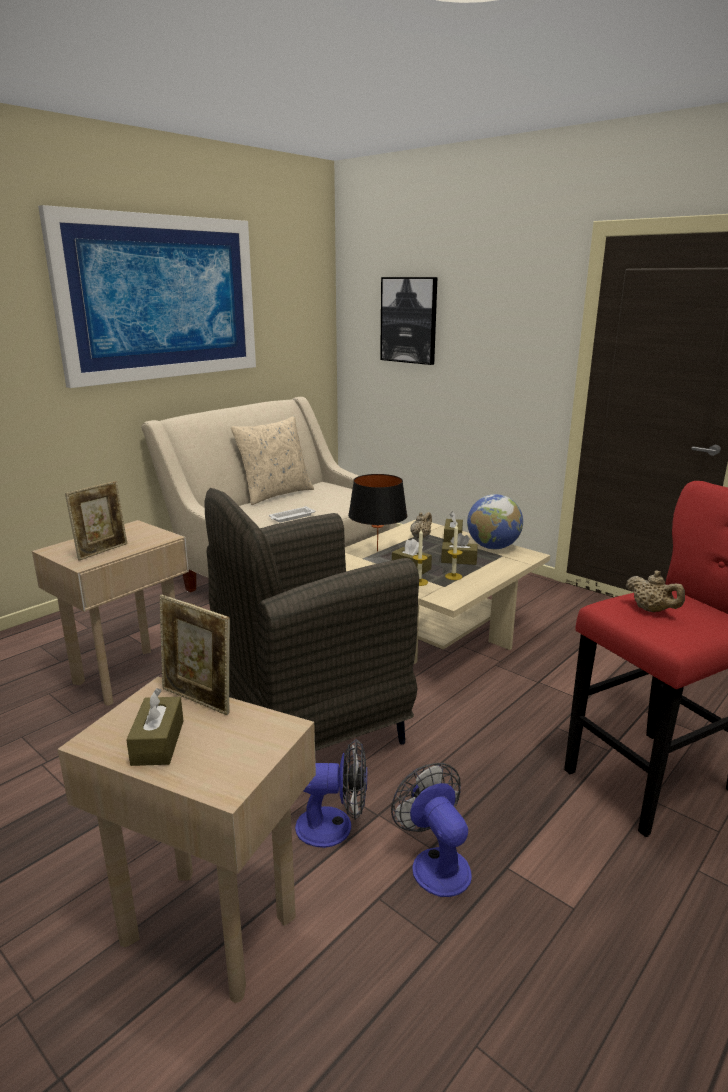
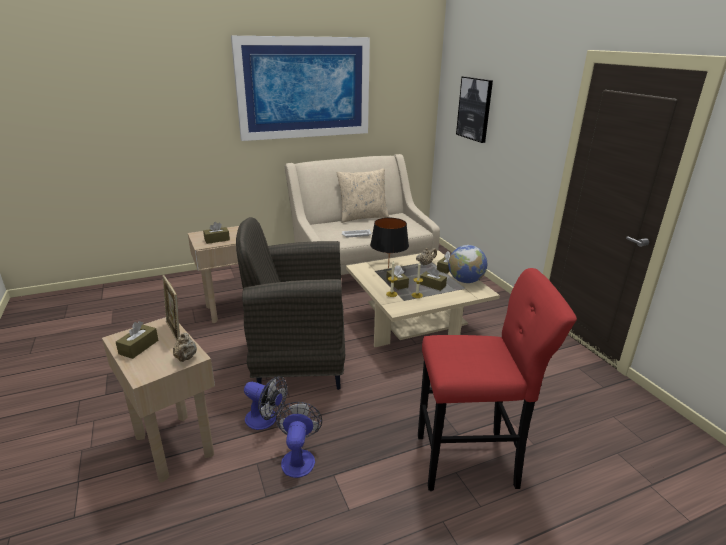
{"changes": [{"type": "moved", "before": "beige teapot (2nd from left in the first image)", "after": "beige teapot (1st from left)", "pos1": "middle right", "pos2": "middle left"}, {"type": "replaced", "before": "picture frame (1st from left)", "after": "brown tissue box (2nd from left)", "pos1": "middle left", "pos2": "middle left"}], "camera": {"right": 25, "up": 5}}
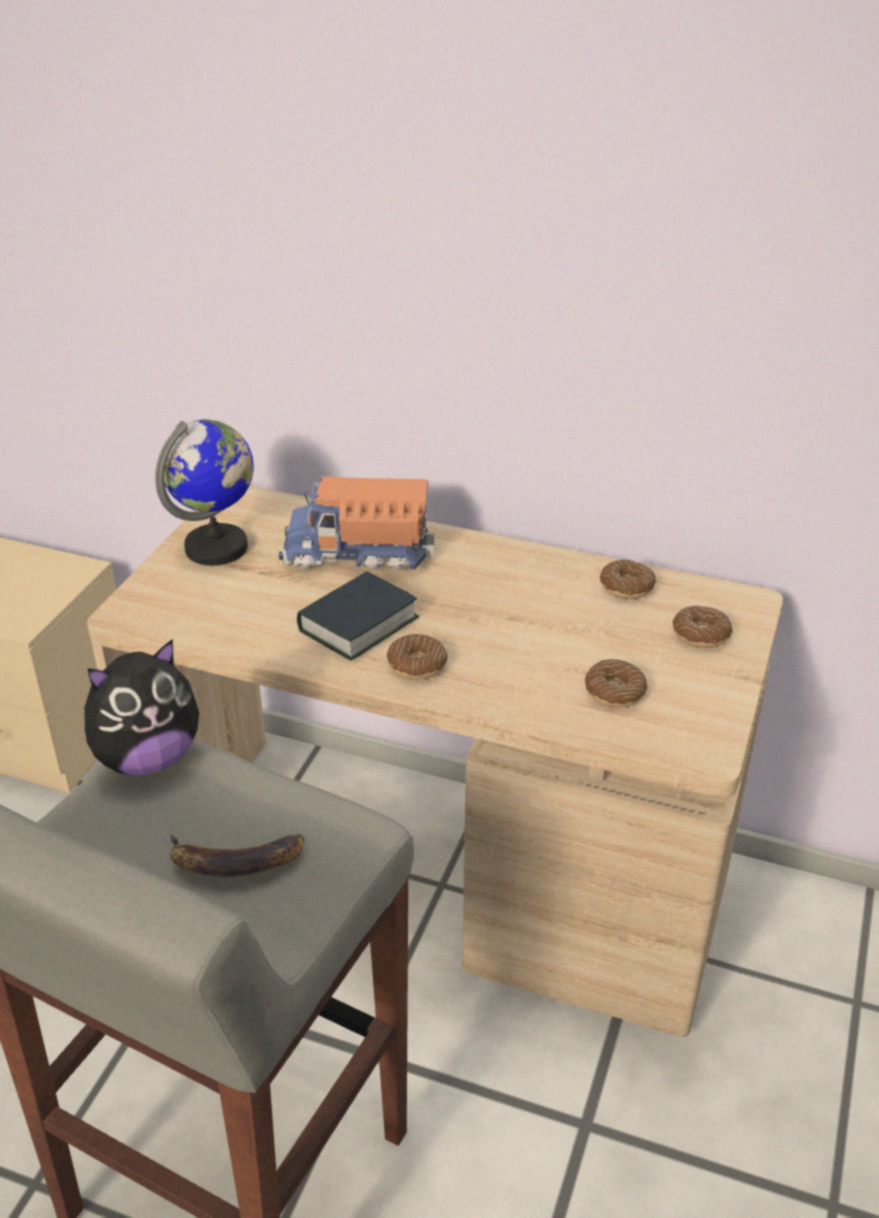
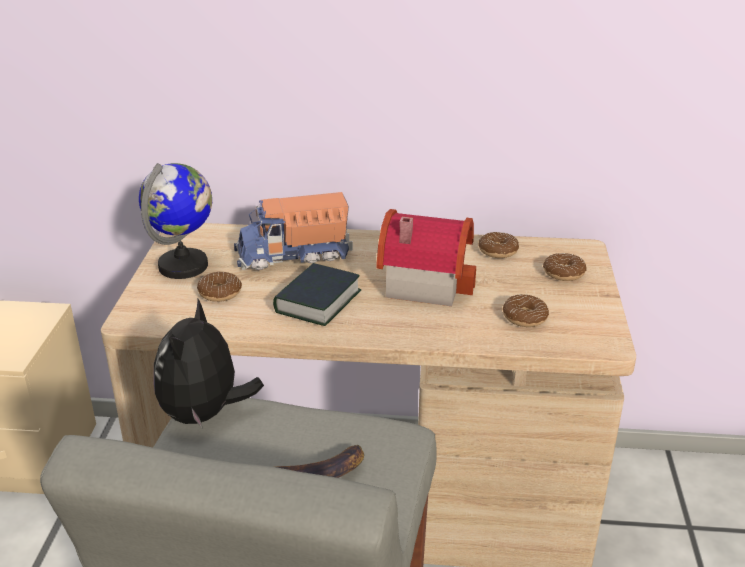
{"changes": [{"type": "added", "after": "toy house", "pos2": "centre"}, {"type": "moved", "before": "donut (1st from left)", "pos1": "centre", "pos2": "middle left"}, {"type": "turned", "before": "plush toy", "pos1": "middle left", "pos2": "middle left", "turn": 150}], "camera": {"right": -15, "up": -5}}
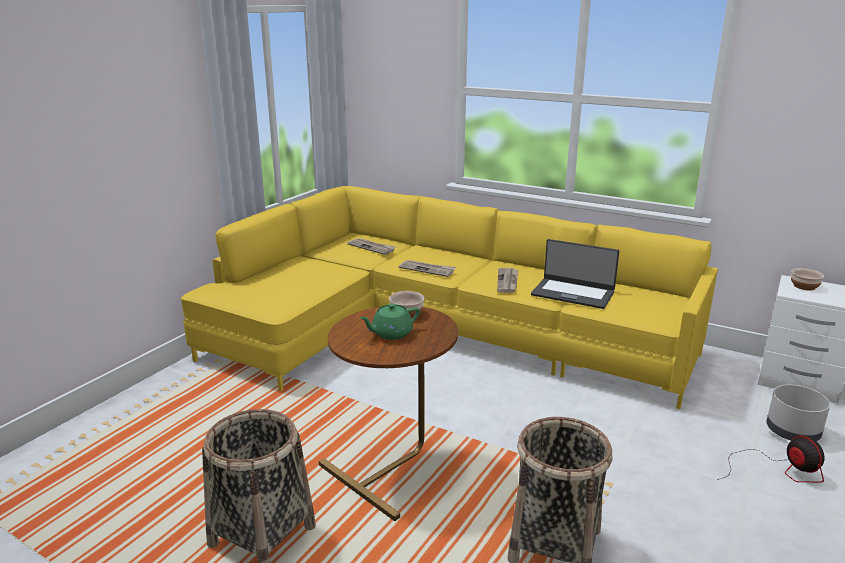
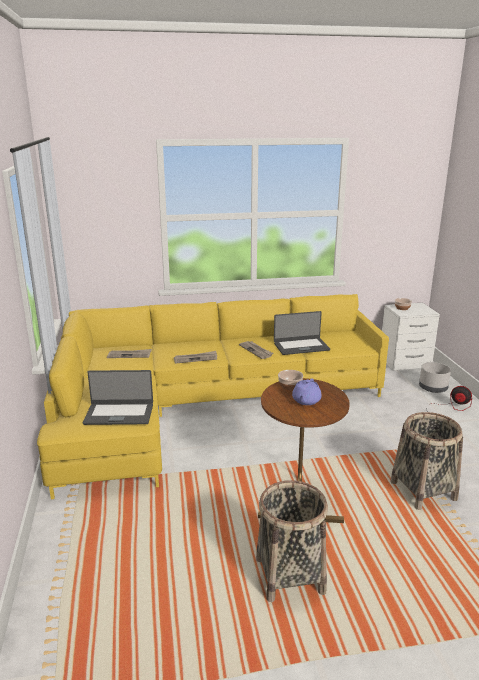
{"changes": [{"type": "added", "after": "laptop (1st from left)", "pos2": "middle left"}, {"type": "recoloured", "before": "green teapot", "after": "purple teapot", "pos1": "centre", "pos2": "centre"}], "camera": {"right": -40, "up": 0}}
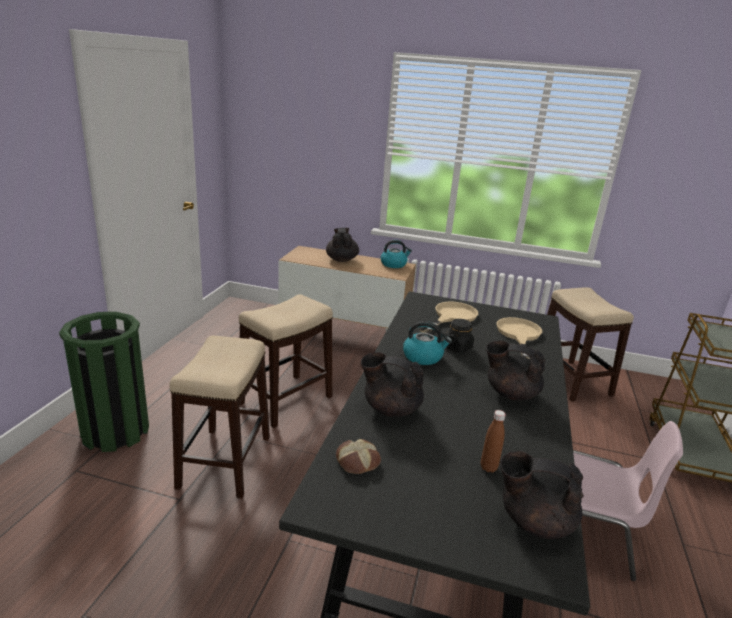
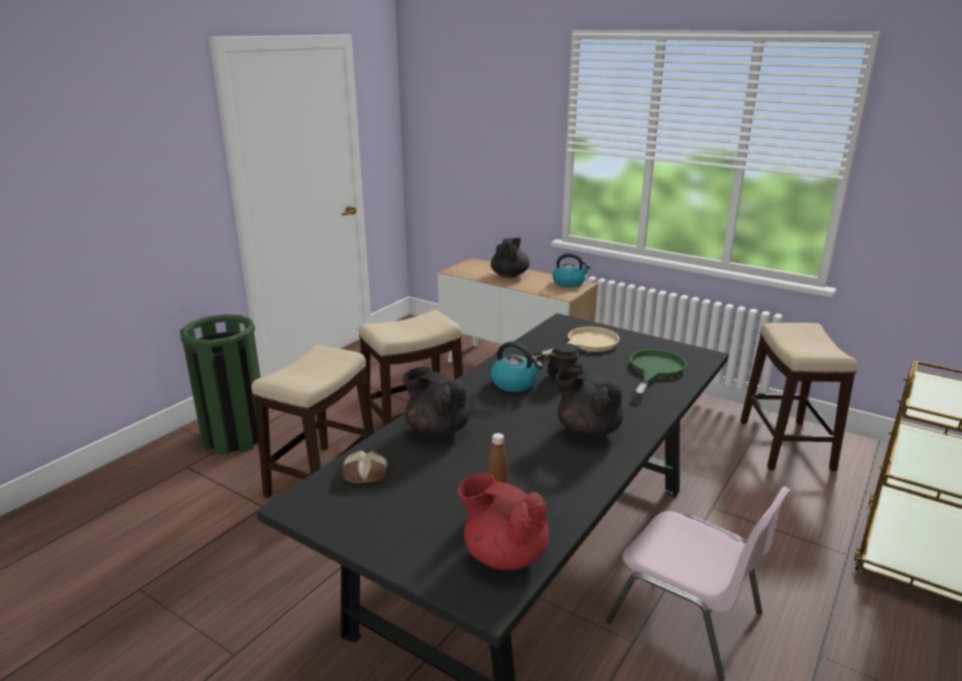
{"changes": [{"type": "recoloured", "before": "beige frying pan (2nd from left)", "after": "green frying pan", "pos1": "middle right", "pos2": "middle right"}, {"type": "recoloured", "before": "black teapot (4th from left)", "after": "red teapot", "pos1": "bottom right", "pos2": "bottom centre"}], "camera": {"right": 20, "up": 0}}
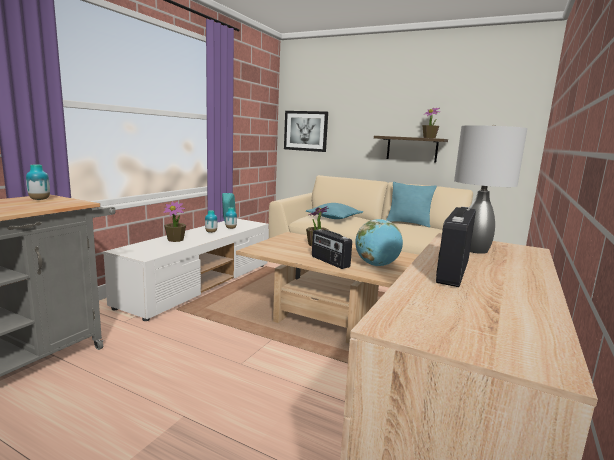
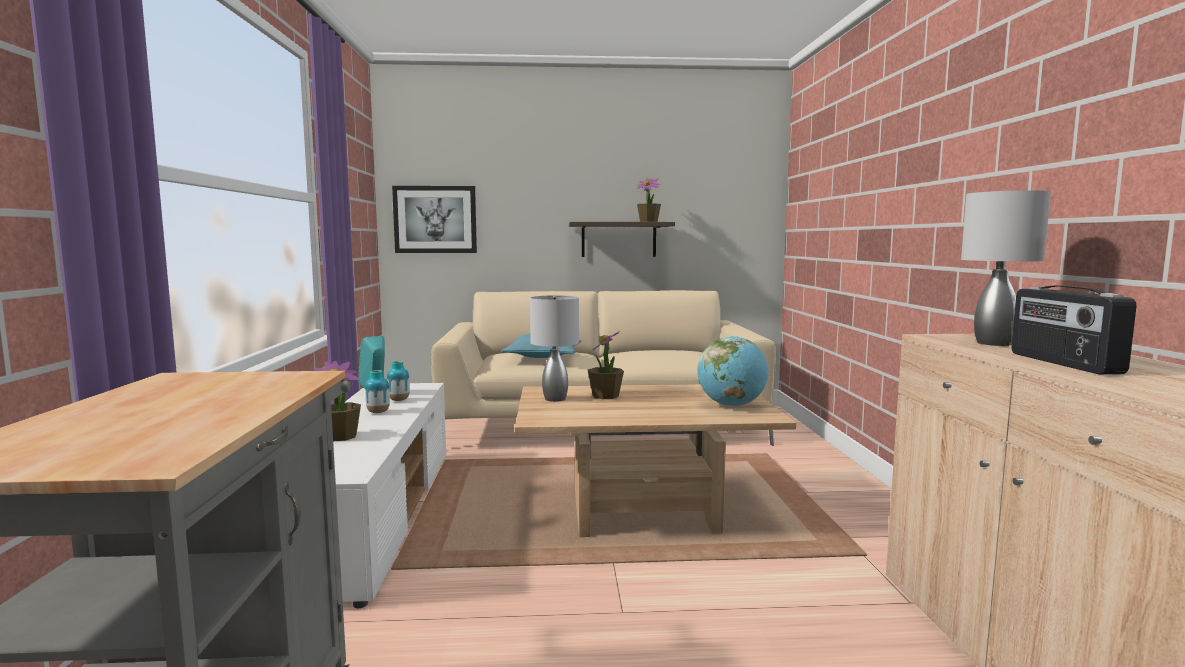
{"changes": [{"type": "removed", "before": "vase (1st from left)", "pos1": "middle left"}, {"type": "removed", "before": "radio (1st from left)", "pos1": "centre"}, {"type": "removed", "before": "turquoise pillow (2nd from left)", "pos1": "middle right"}, {"type": "added", "after": "grey table lamp (1st from left)", "pos2": "centre"}], "camera": {"right": -30, "up": -5}}
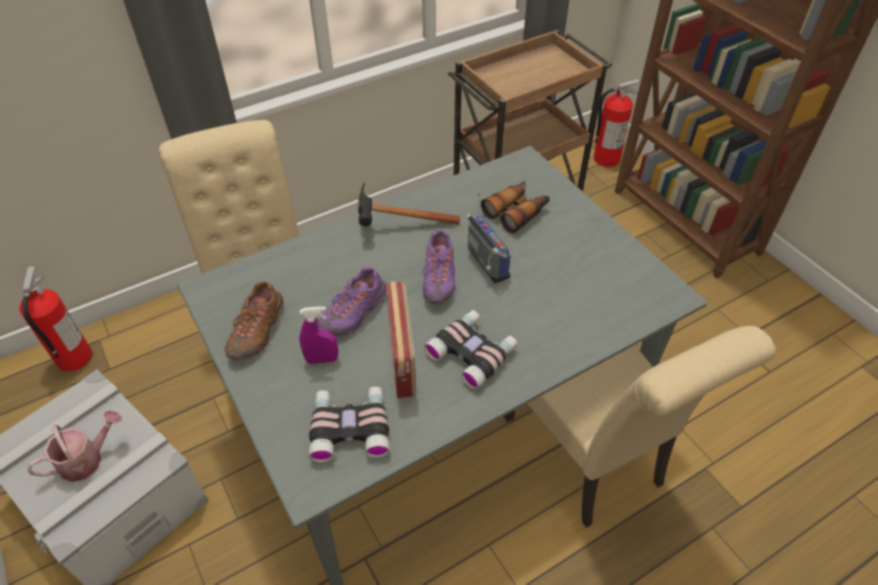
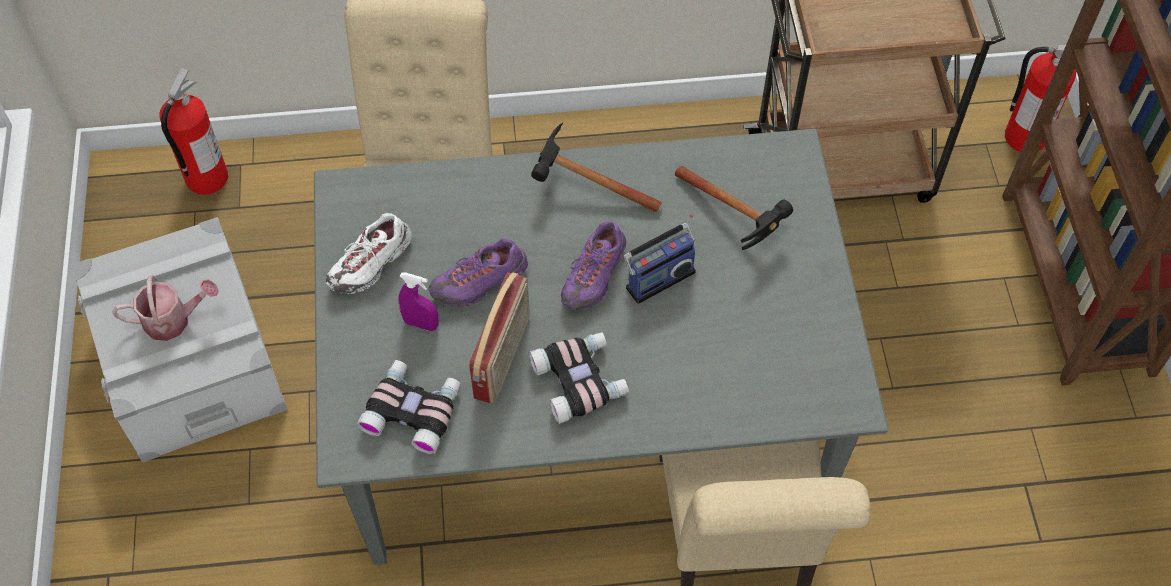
{"changes": [{"type": "replaced", "before": "binoculars (3rd from left)", "after": "hammer (2nd from left)", "pos1": "centre", "pos2": "centre"}, {"type": "recoloured", "before": "brown shoe", "after": "white shoe", "pos1": "middle left", "pos2": "middle left"}, {"type": "turned", "before": "radio (2nd from left)", "pos1": "centre", "pos2": "centre", "turn": 60}], "camera": {"right": 25, "up": 10}}
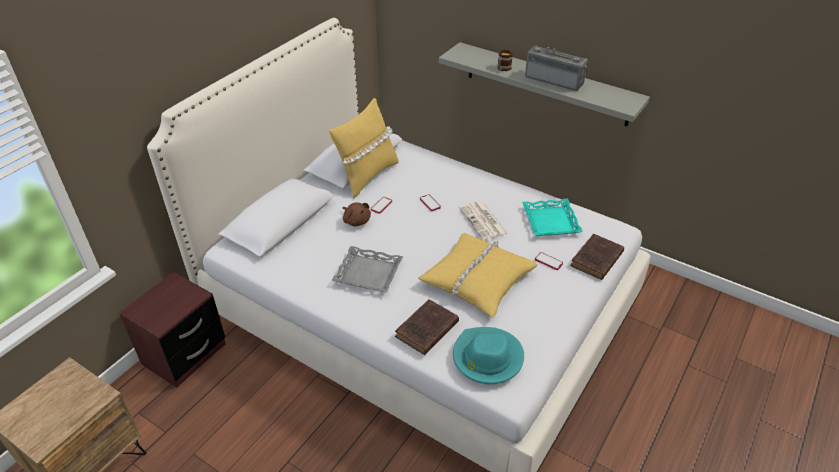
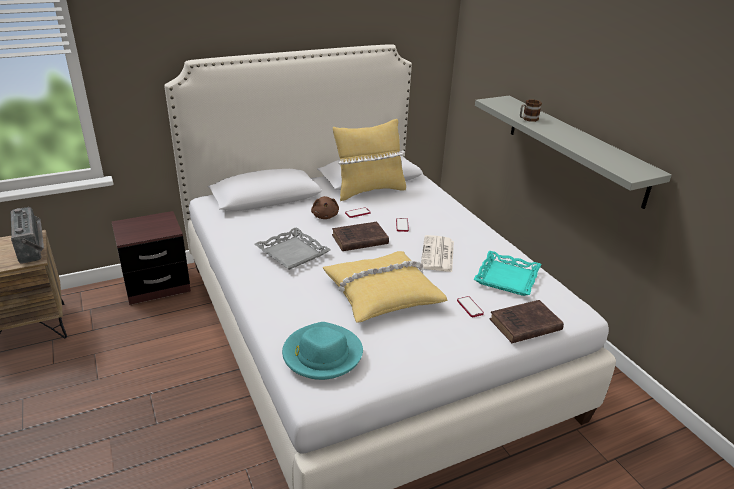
{"changes": [{"type": "moved", "before": "brown book (1st from left)", "pos1": "bottom centre", "pos2": "centre"}, {"type": "moved", "before": "radio", "pos1": "top centre", "pos2": "middle left"}], "camera": {"right": 30, "up": -10}}
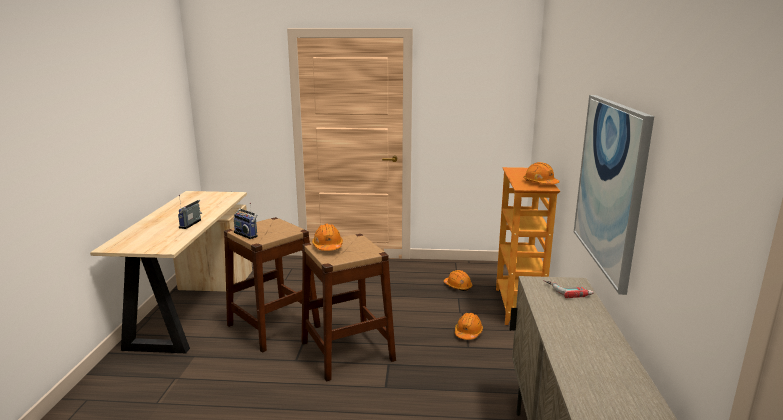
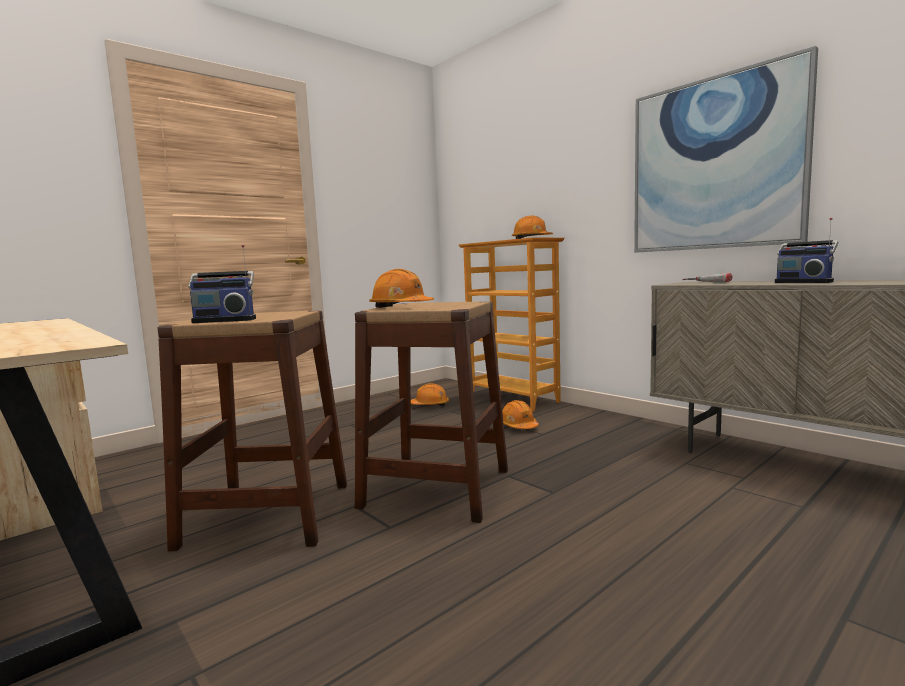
{"changes": [{"type": "moved", "before": "radio (1st from left in the first image)", "after": "radio (2nd from left)", "pos1": "middle left", "pos2": "middle right"}], "camera": {"right": -45, "up": -10}}
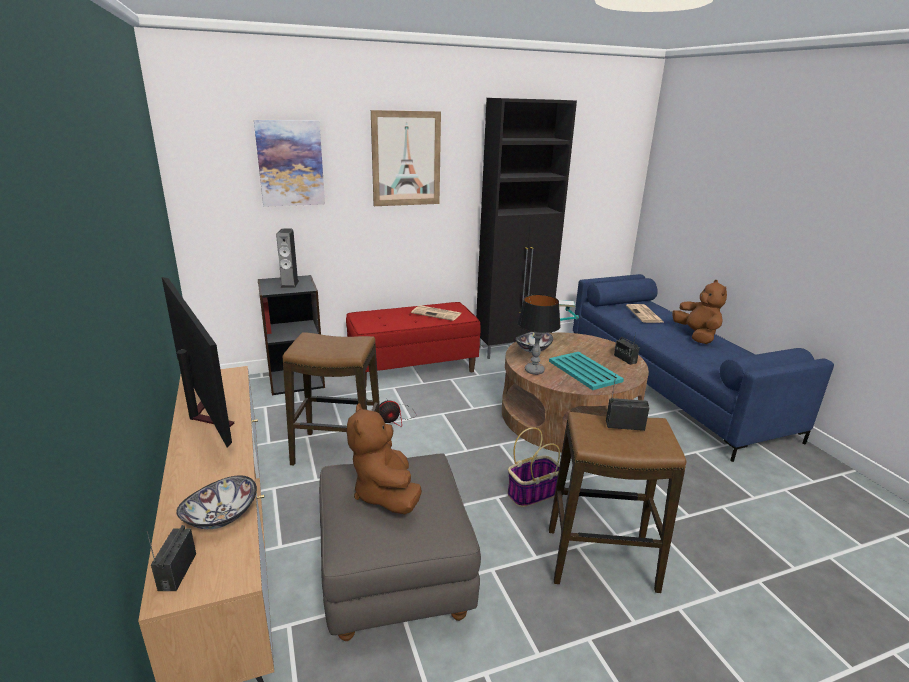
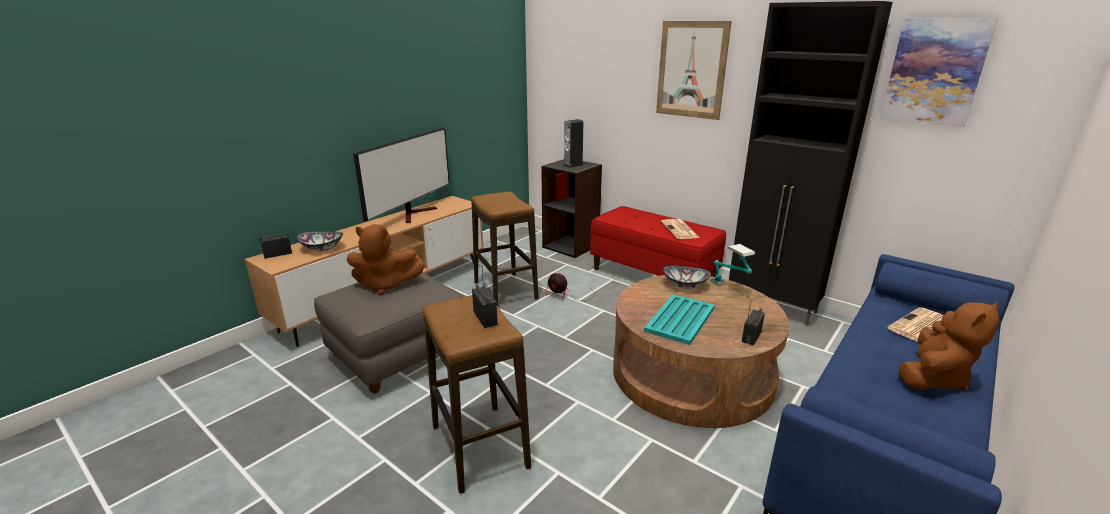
{"changes": [{"type": "removed", "before": "basket", "pos1": "bottom centre"}, {"type": "removed", "before": "table lamp (1st from left)", "pos1": "centre"}, {"type": "moved", "before": "picture (1st from left in the first image)", "after": "picture (2nd from left)", "pos1": "top left", "pos2": "top right"}, {"type": "turned", "before": "brown plush toy (1st from left)", "pos1": "bottom centre", "pos2": "centre", "turn": -135}], "camera": {"right": 60, "up": 0}}
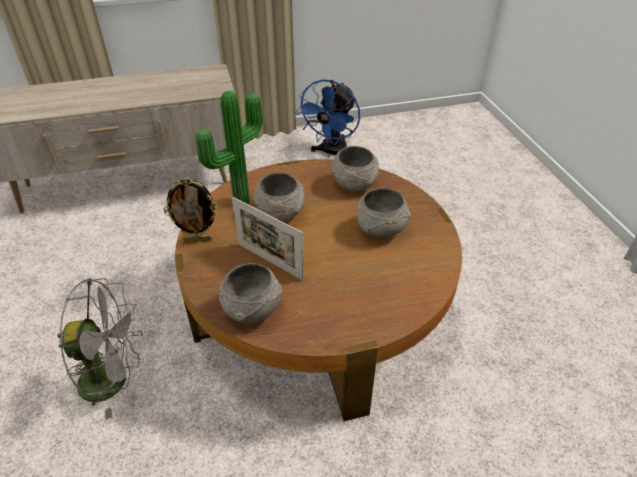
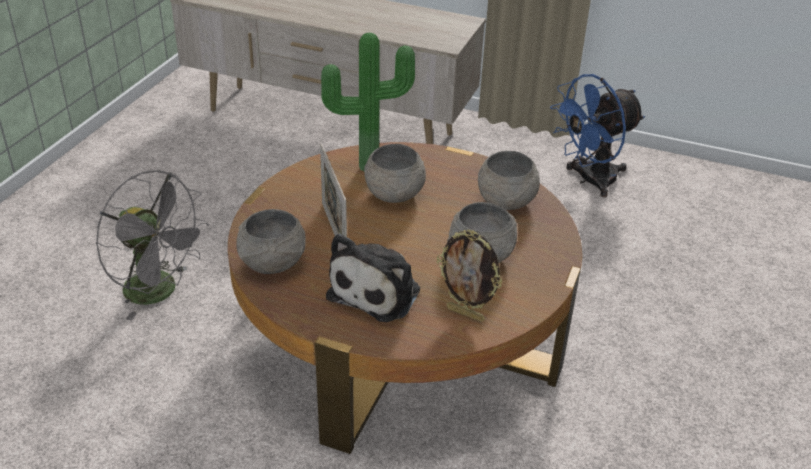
{"changes": [{"type": "added", "after": "plush toy", "pos2": "centre"}, {"type": "moved", "before": "picture frame (1st from left in the first image)", "after": "picture frame (2nd from left)", "pos1": "middle left", "pos2": "centre"}], "camera": {"right": 35, "up": -5}}
